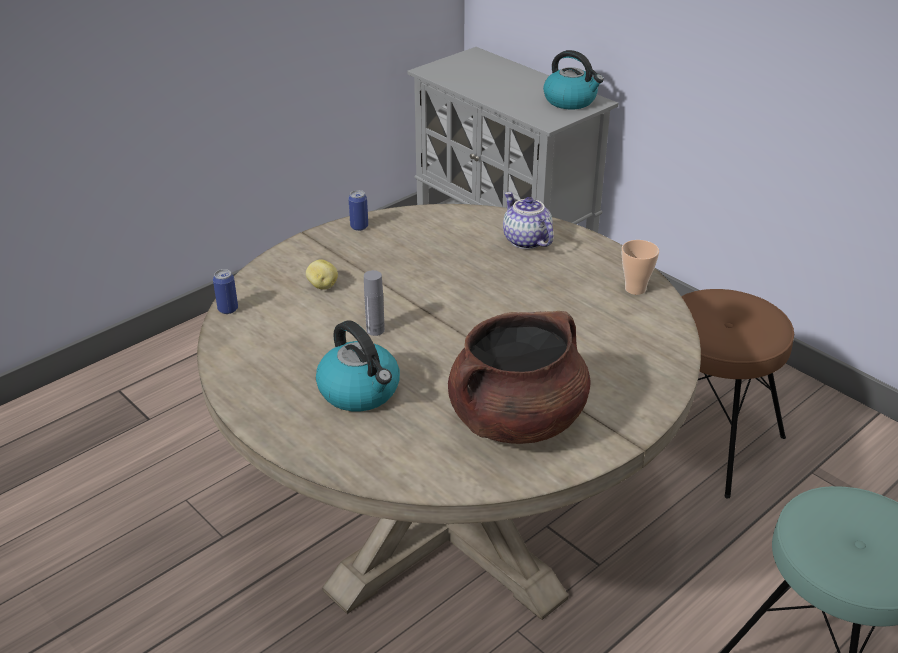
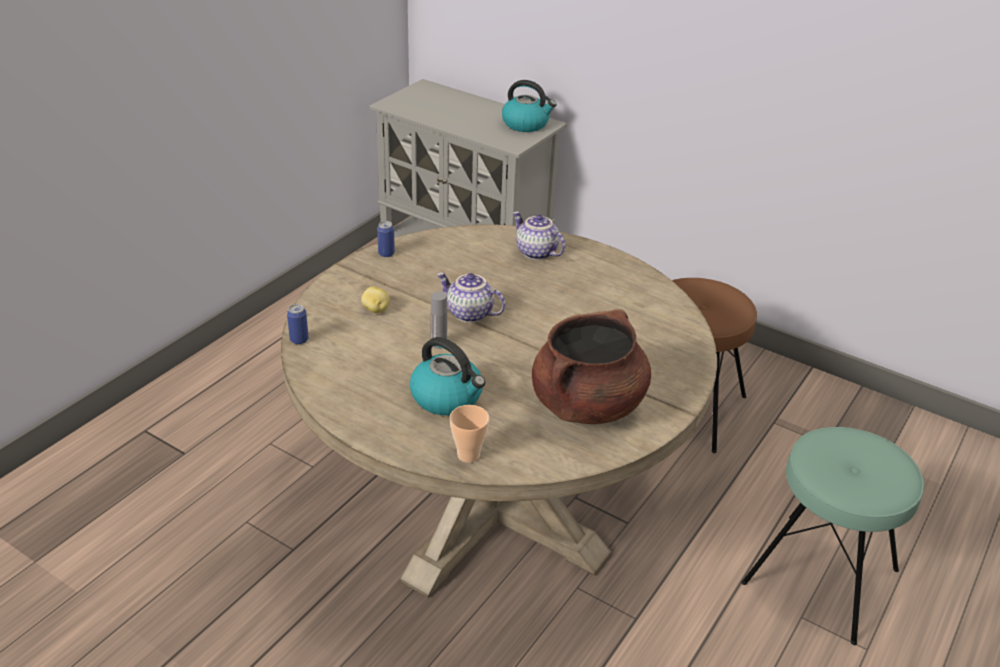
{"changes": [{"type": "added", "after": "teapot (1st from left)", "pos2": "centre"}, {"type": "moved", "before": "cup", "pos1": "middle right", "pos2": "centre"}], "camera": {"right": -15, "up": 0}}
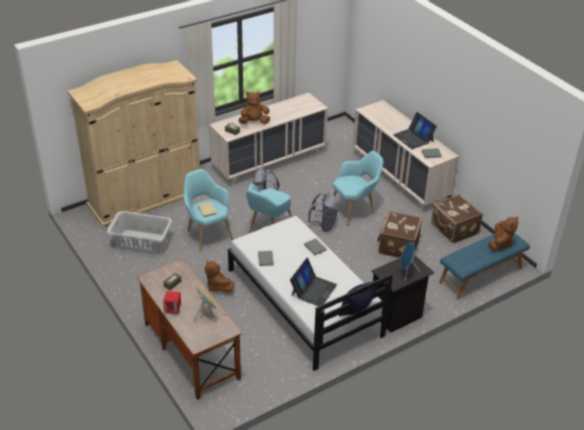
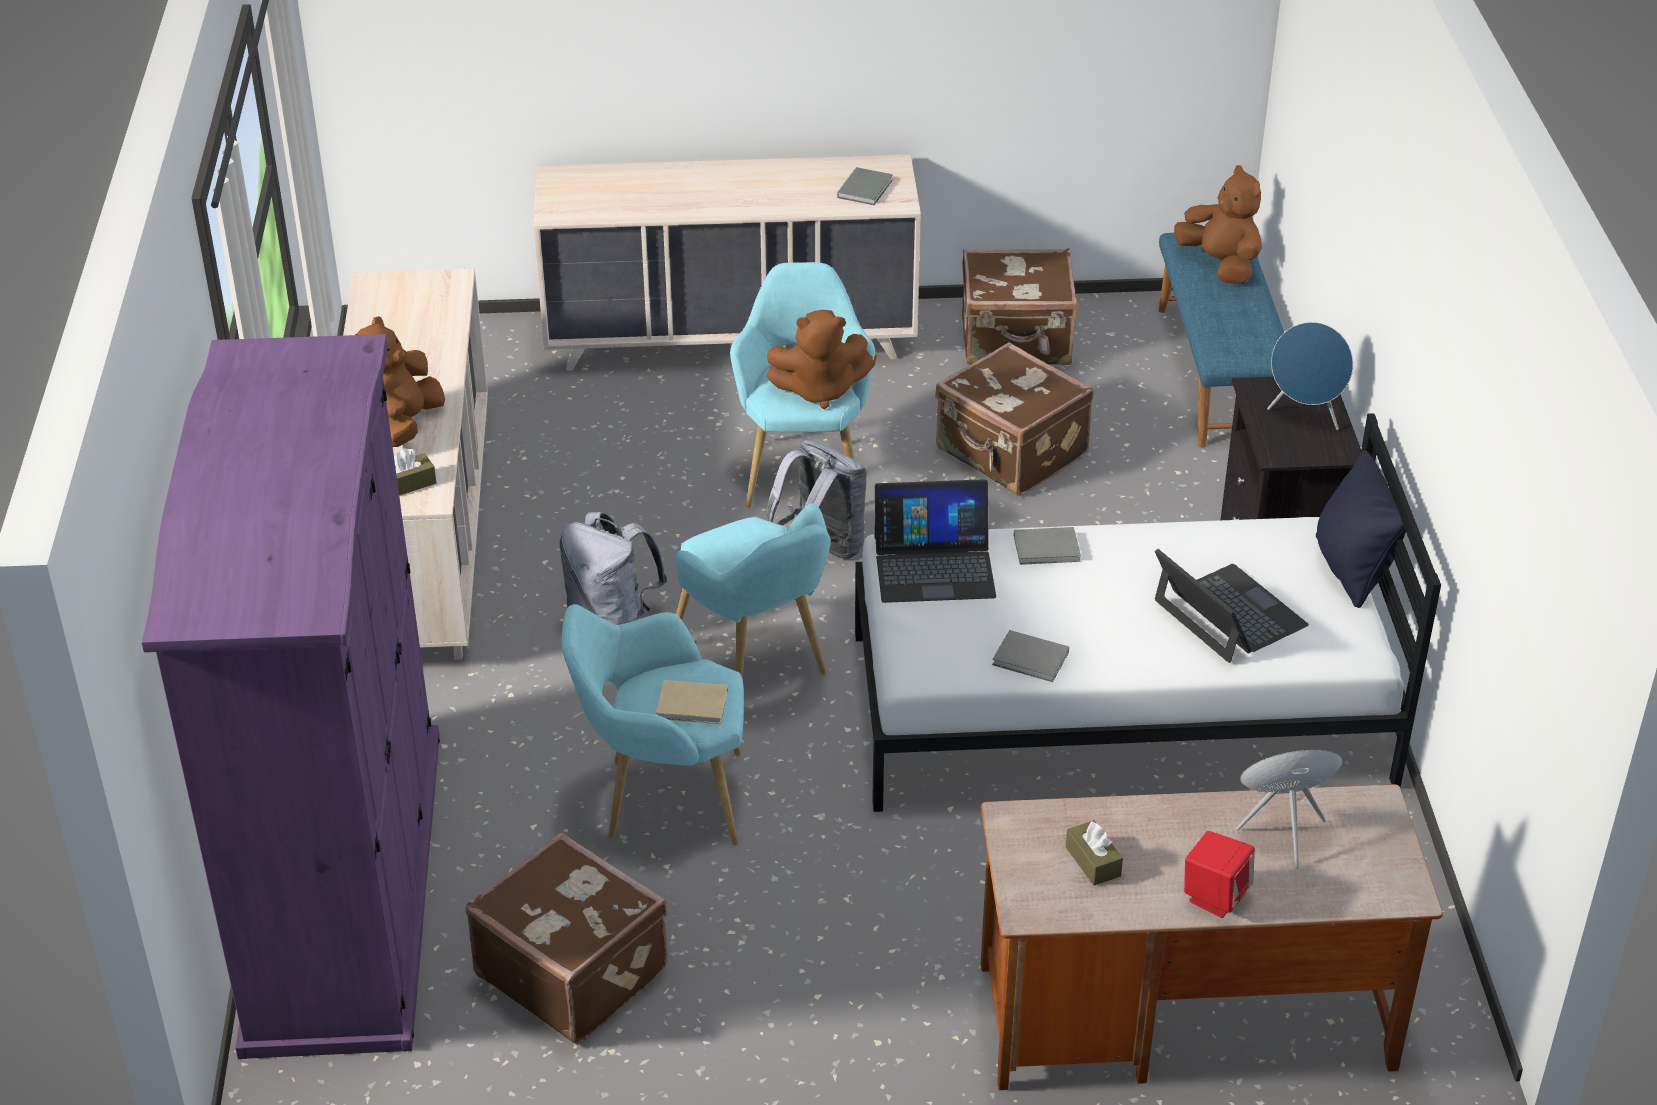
{"changes": [{"type": "moved", "before": "brown plush toy (1st from left in the first image)", "after": "brown plush toy (2nd from left)", "pos1": "centre", "pos2": "top centre"}, {"type": "moved", "before": "laptop (2nd from left in the first image)", "after": "laptop (1st from left)", "pos1": "top right", "pos2": "centre"}, {"type": "replaced", "before": "grey laundry basket", "after": "brown suitcase (1st from left)", "pos1": "middle left", "pos2": "bottom centre"}, {"type": "recoloured", "before": "beige wardrobe", "after": "purple wardrobe", "pos1": "middle left", "pos2": "middle left"}], "camera": {"right": -60, "up": 0}}
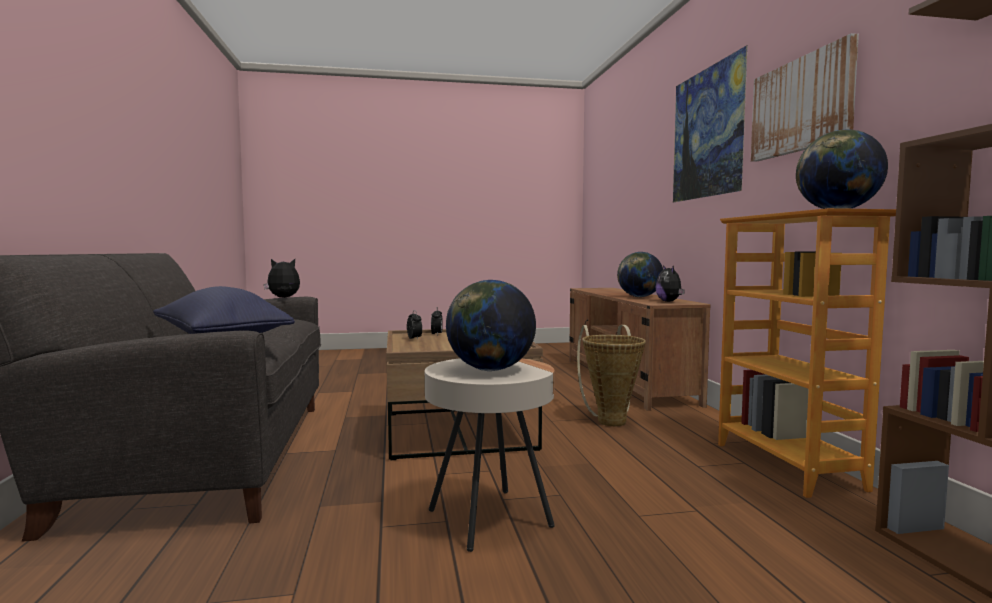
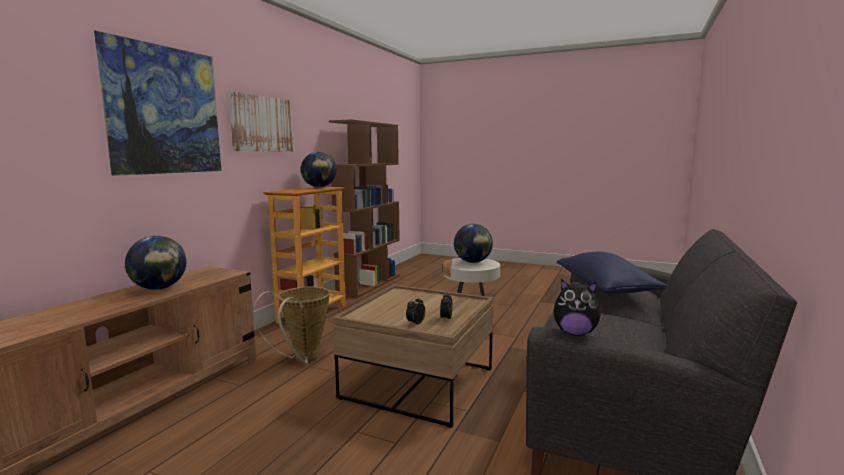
{"changes": [{"type": "removed", "before": "plush toy (2nd from left)", "pos1": "middle right"}], "camera": {"right": -145, "up": 5}}
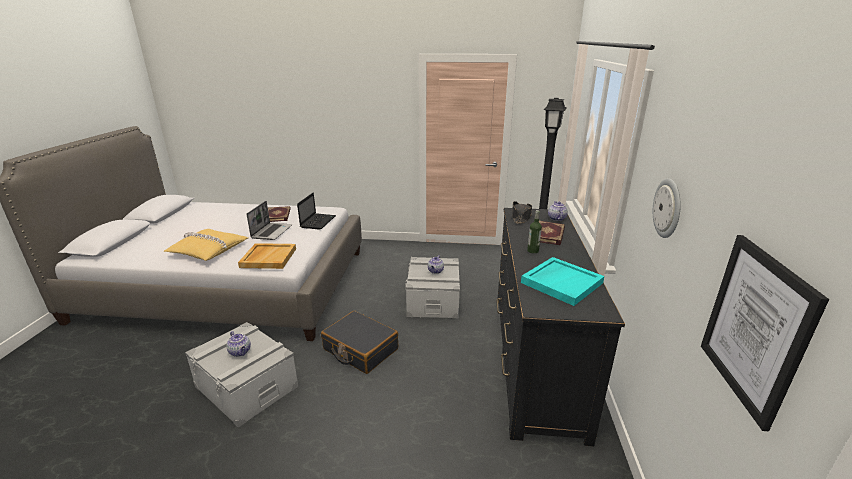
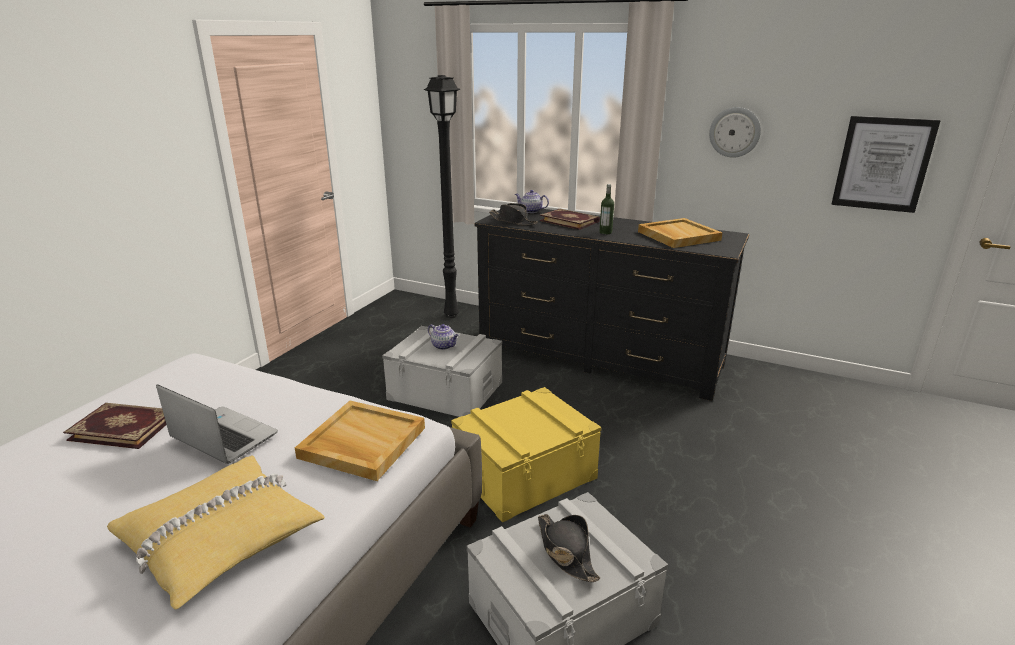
{"changes": [{"type": "removed", "before": "laptop (2nd from left)", "pos1": "centre"}, {"type": "replaced", "before": "teapot (1st from left)", "after": "black hat (2nd from left)", "pos1": "bottom left", "pos2": "bottom centre"}, {"type": "replaced", "before": "black suitcase", "after": "yellow storage box", "pos1": "bottom centre", "pos2": "bottom centre"}, {"type": "recoloured", "before": "turquoise tray", "after": "beige tray (2nd from left)", "pos1": "centre", "pos2": "middle right"}], "camera": {"right": -70, "up": 0}}
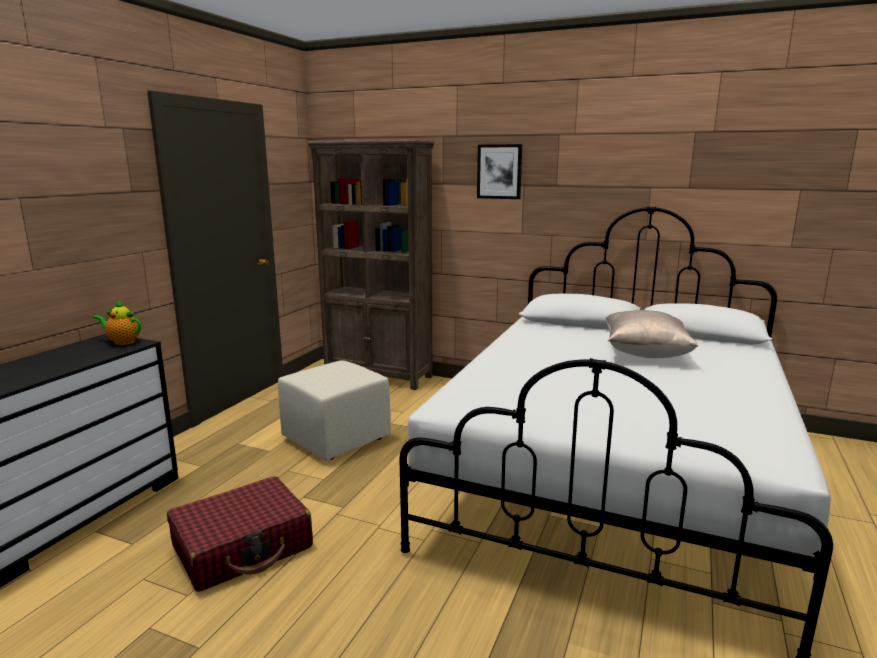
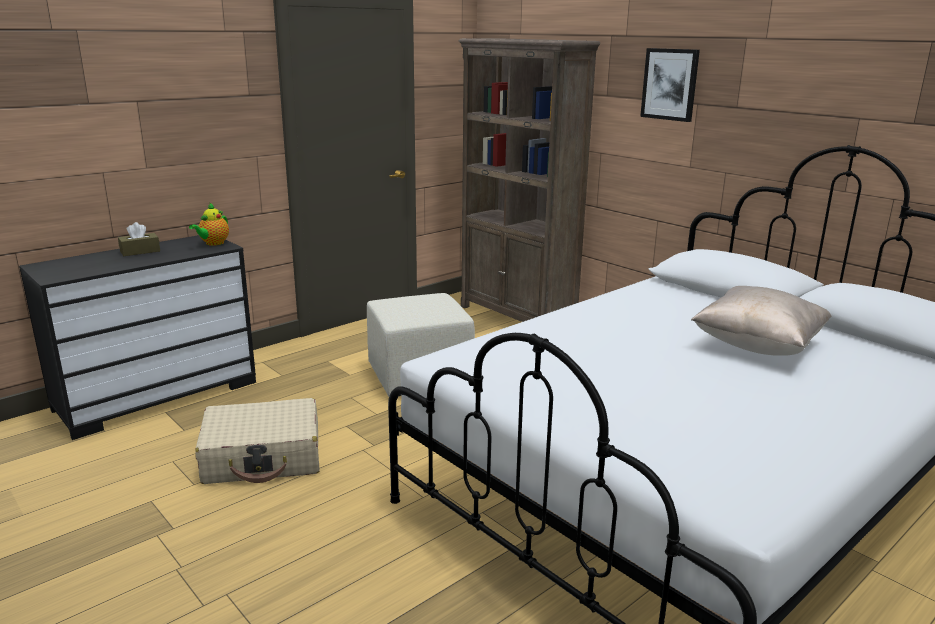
{"changes": [{"type": "added", "after": "brown tissue box", "pos2": "middle left"}, {"type": "recoloured", "before": "red suitcase", "after": "beige suitcase", "pos1": "bottom left", "pos2": "bottom left"}, {"type": "turned", "before": "teapot", "pos1": "middle left", "pos2": "middle left", "turn": -105}], "camera": {"right": 25, "up": 5}}
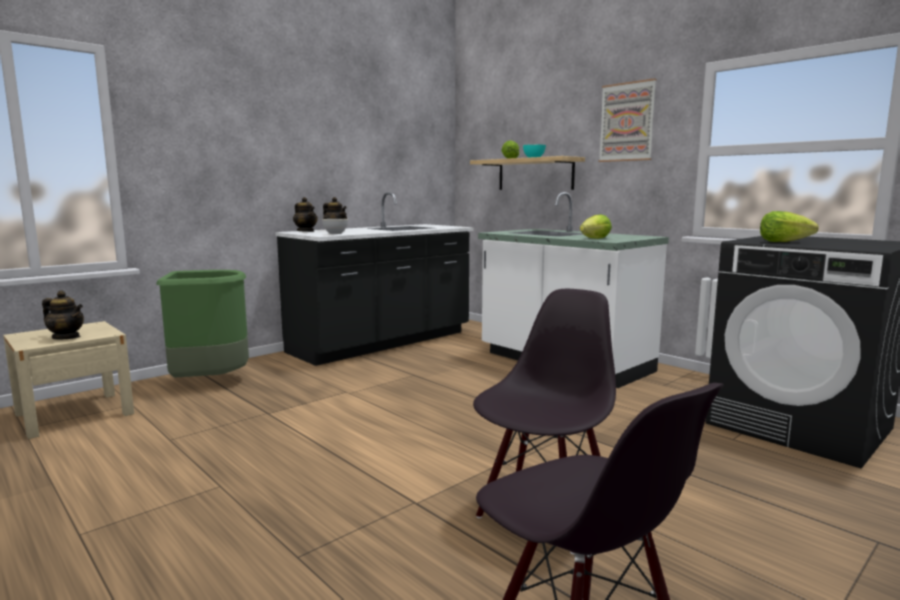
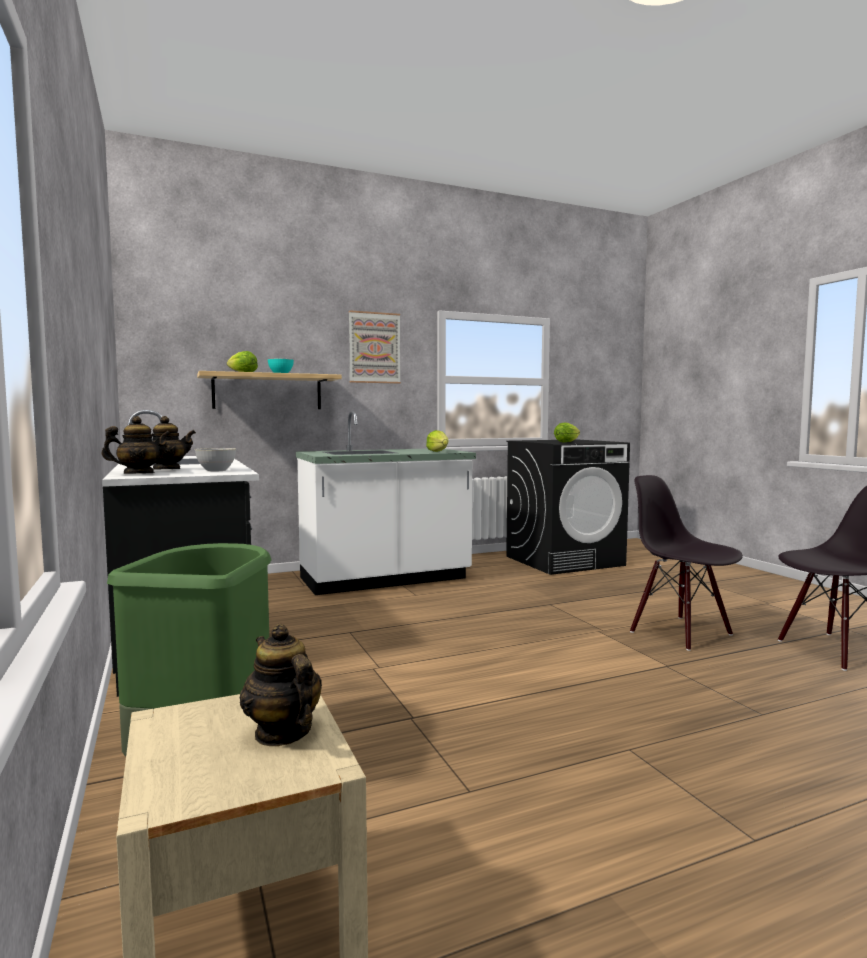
{"changes": [{"type": "turned", "before": "teapot (1st from left in the first image)", "pos1": "middle left", "pos2": "bottom left", "turn": -75}], "camera": {"right": -70, "up": -5}}
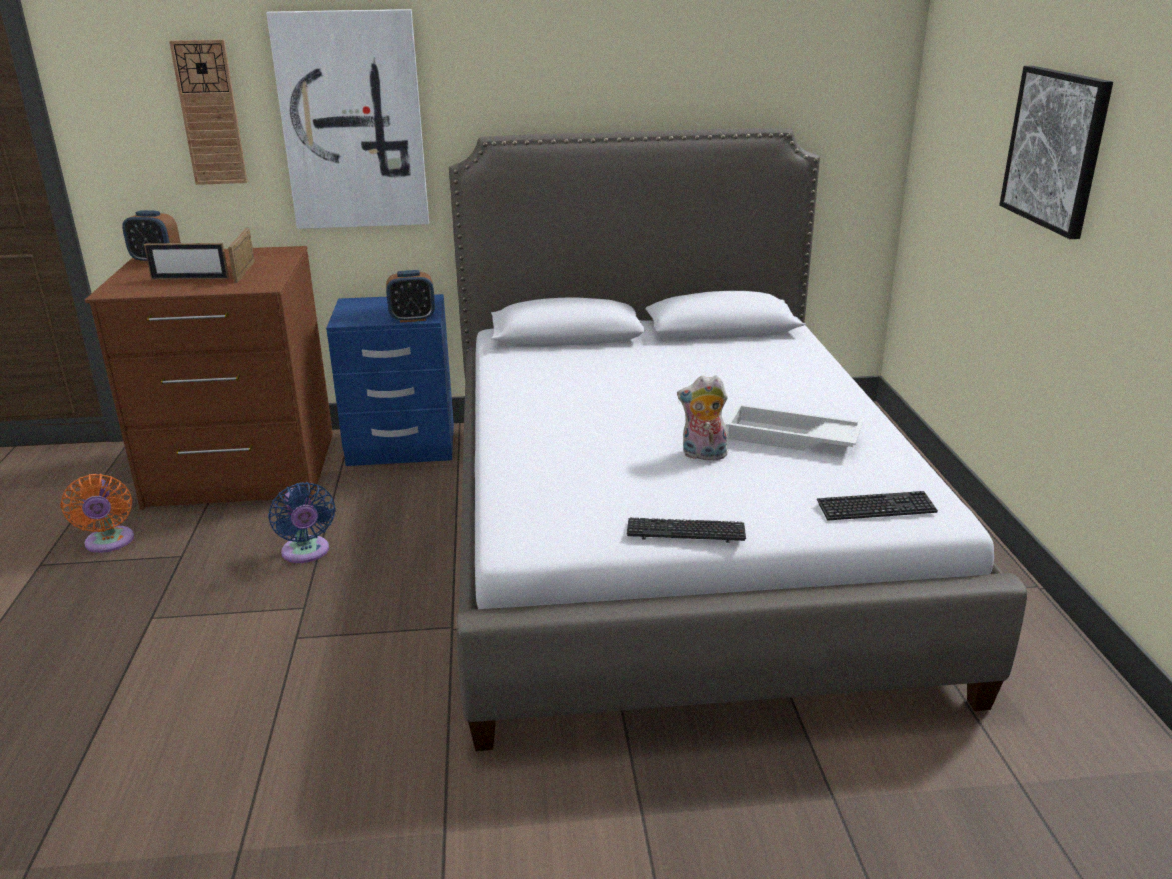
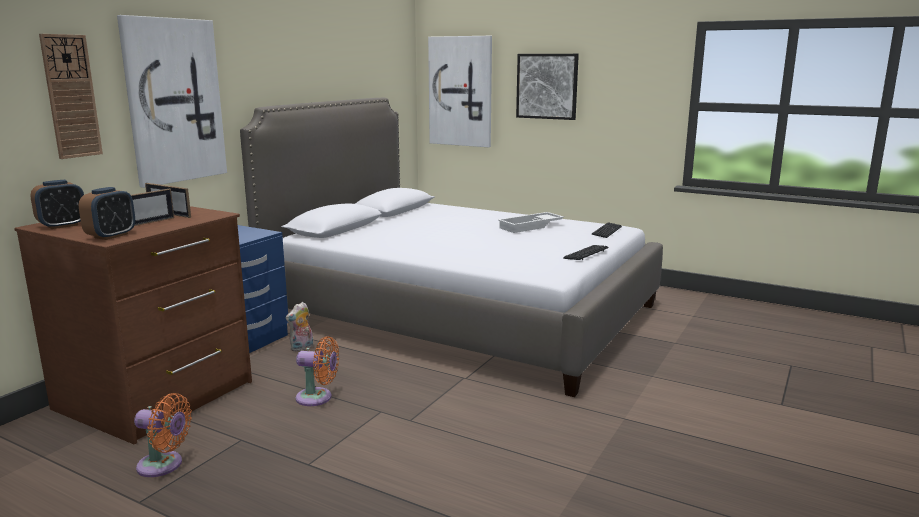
{"changes": [{"type": "added", "after": "picture (2nd from left)", "pos2": "top centre"}, {"type": "moved", "before": "alarm clock (2nd from left)", "pos1": "centre", "pos2": "middle left"}, {"type": "moved", "before": "plush toy", "pos1": "centre", "pos2": "middle left"}, {"type": "recoloured", "before": "blue fan", "after": "orange fan (2nd from left)", "pos1": "middle left", "pos2": "bottom centre"}], "camera": {"right": -55, "up": -10}}
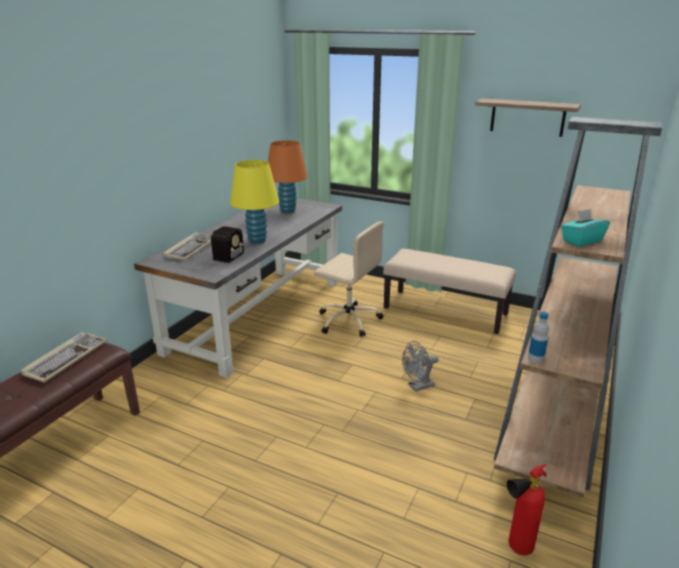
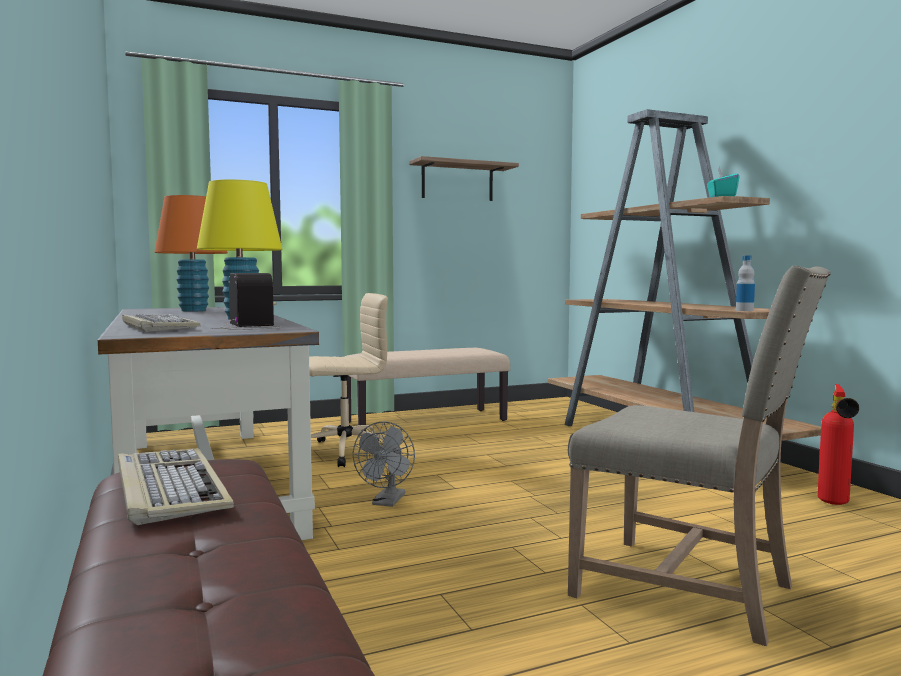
{"changes": [{"type": "added", "after": "beige chair", "pos2": "bottom right"}, {"type": "moved", "before": "grey fan", "pos1": "centre", "pos2": "bottom centre"}], "camera": {"right": -50, "up": -20}}
